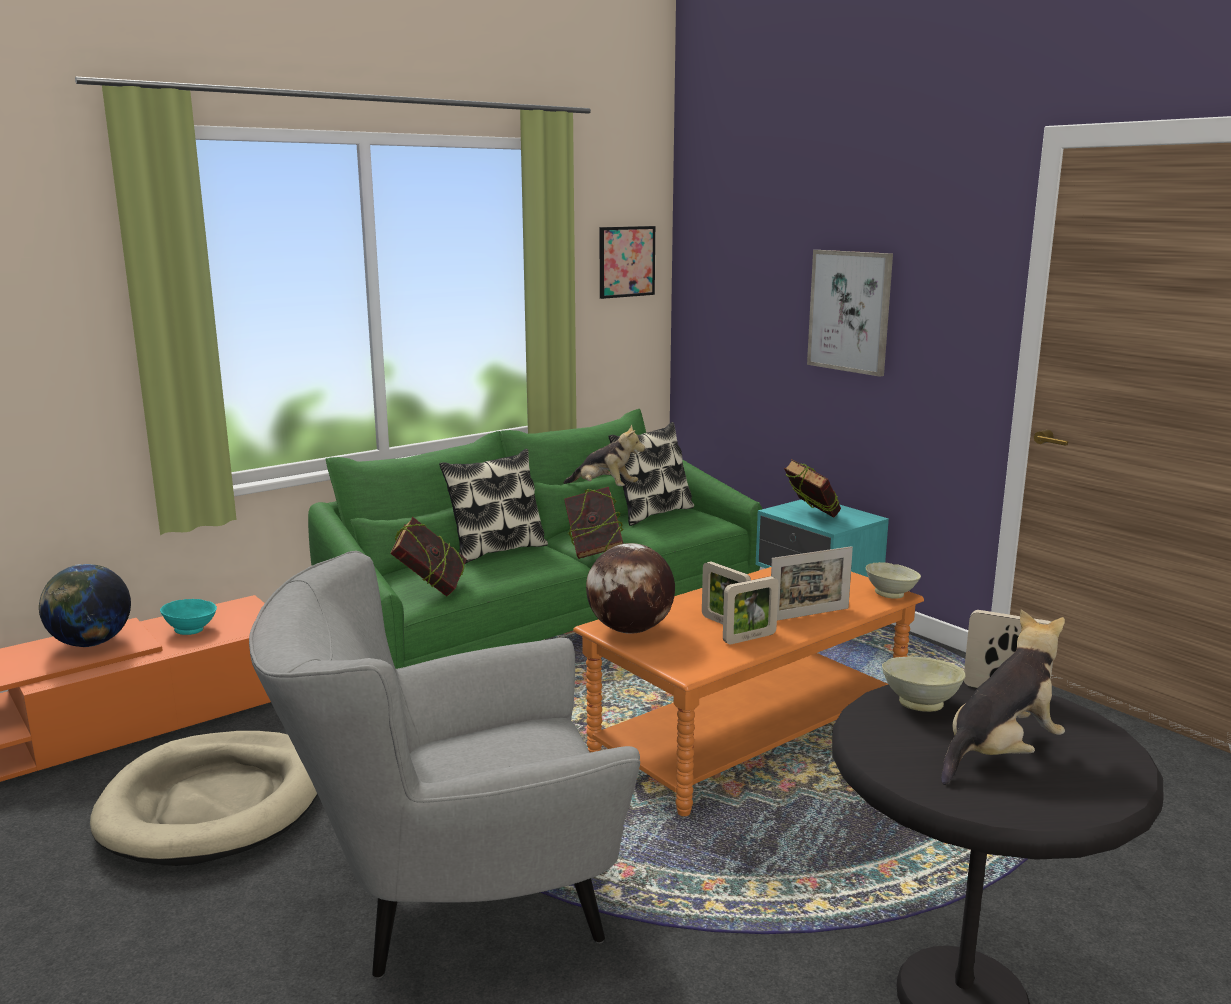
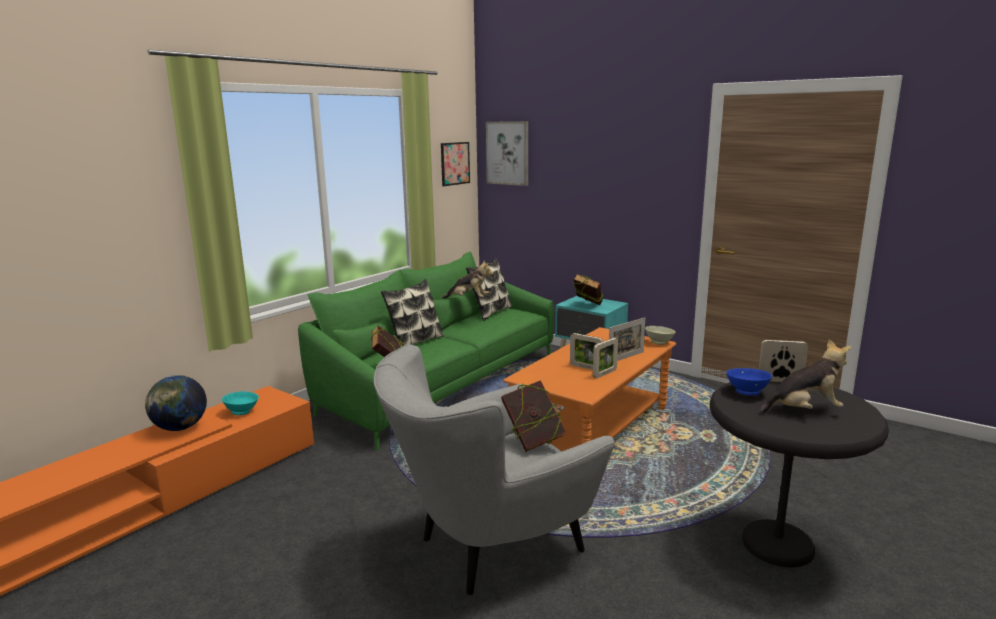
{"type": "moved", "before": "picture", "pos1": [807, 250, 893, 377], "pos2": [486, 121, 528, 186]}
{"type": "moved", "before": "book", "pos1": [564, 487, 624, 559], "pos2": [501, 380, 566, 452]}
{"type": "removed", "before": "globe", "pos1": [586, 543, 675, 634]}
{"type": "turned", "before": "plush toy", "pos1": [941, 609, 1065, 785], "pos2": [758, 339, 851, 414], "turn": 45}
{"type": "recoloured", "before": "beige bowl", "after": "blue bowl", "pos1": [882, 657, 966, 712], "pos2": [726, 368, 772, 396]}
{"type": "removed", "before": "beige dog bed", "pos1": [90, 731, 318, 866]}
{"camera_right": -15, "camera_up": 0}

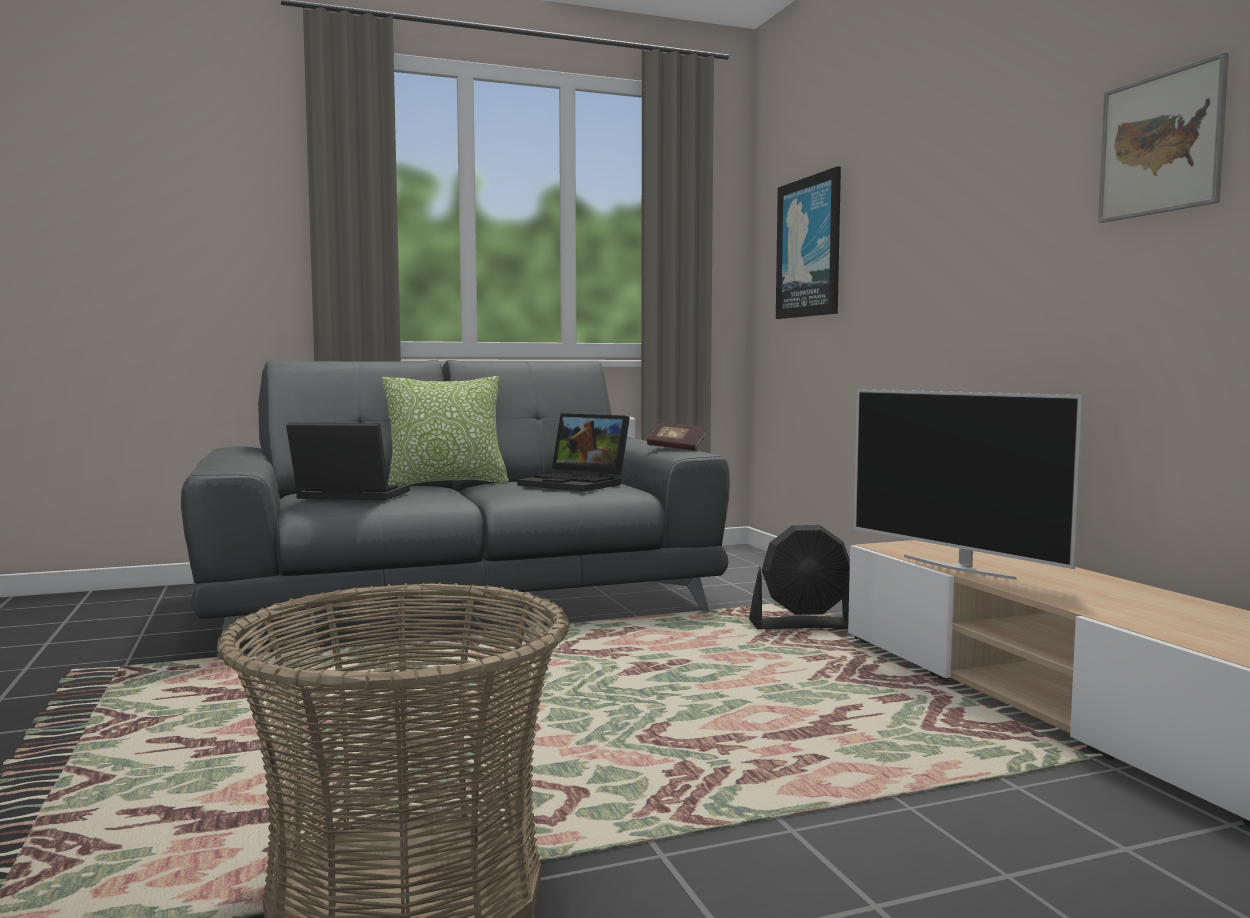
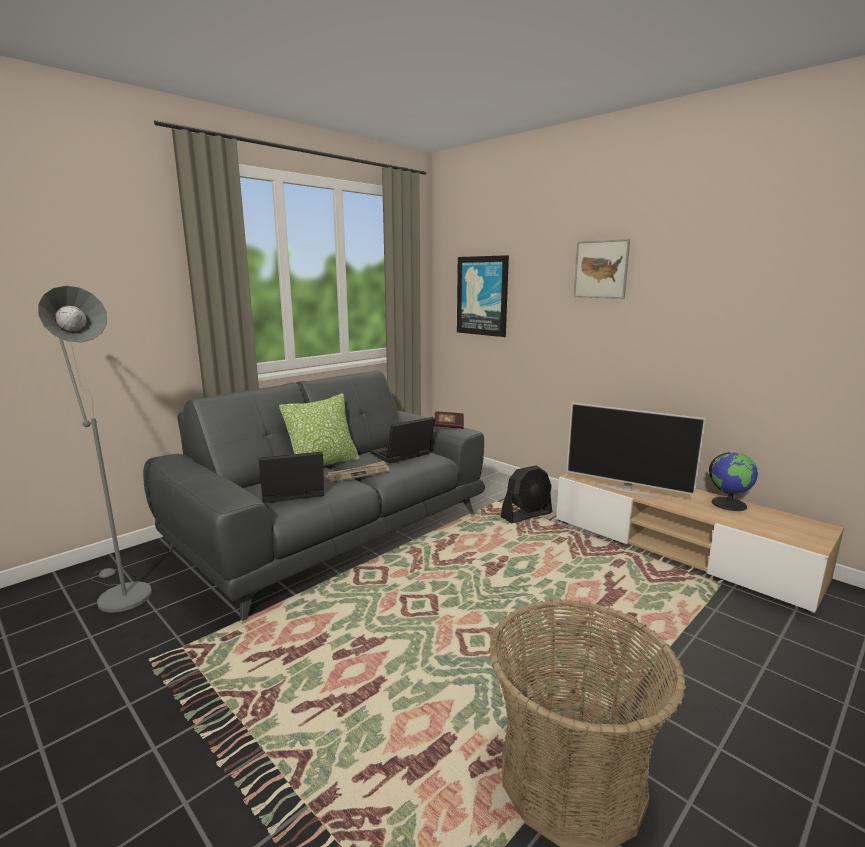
{"type": "moved", "before": "picture", "pos1": [1098, 52, 1229, 223], "pos2": [573, 239, 630, 299]}
{"type": "turned", "before": "laptop", "pos1": [517, 413, 630, 492], "pos2": [371, 417, 435, 463], "turn": 135}
{"type": "added", "after": "grey floor lamp", "pos2": [38, 286, 152, 613]}
{"type": "added", "after": "globe", "pos2": [709, 452, 758, 511]}
{"type": "added", "after": "newspaper", "pos2": [326, 461, 389, 483]}
{"camera_right": -25, "camera_up": 10}

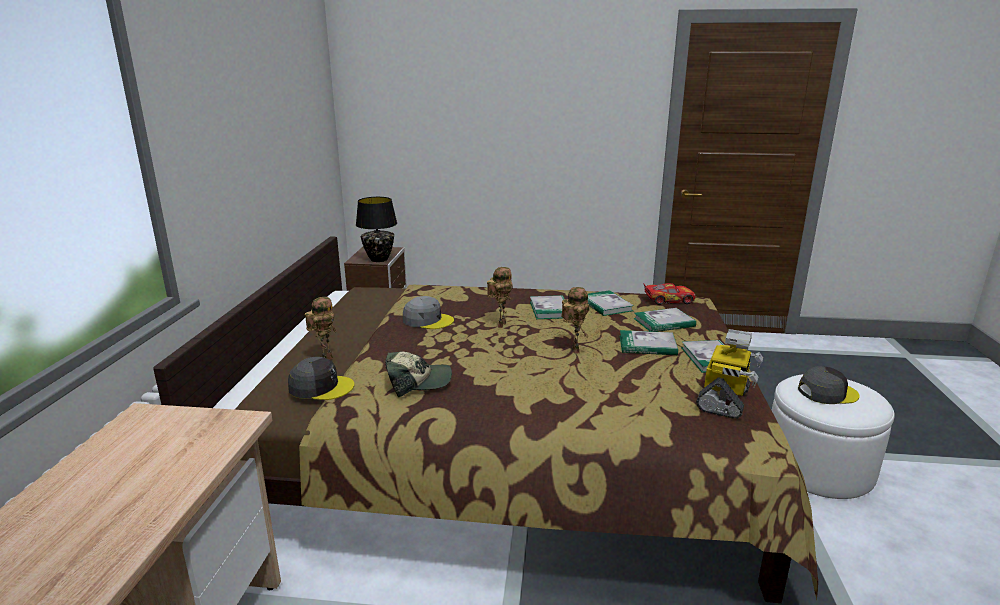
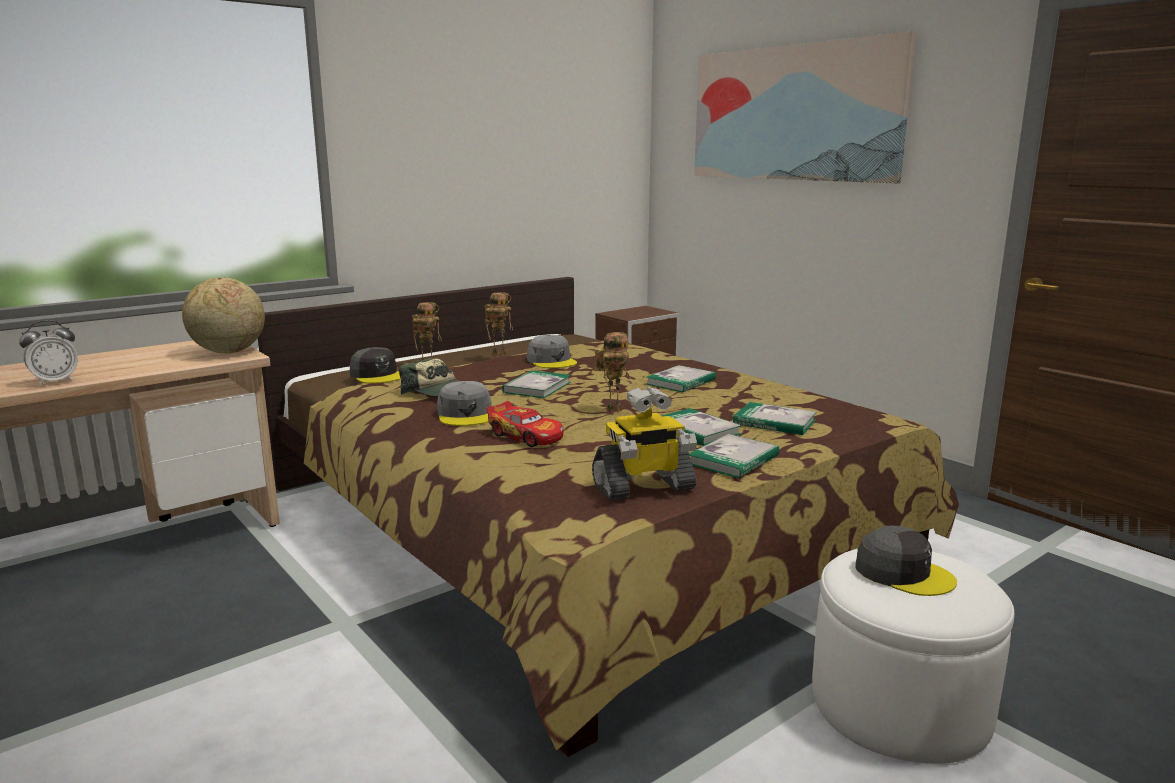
{"type": "removed", "before": "black table lamp", "pos1": [356, 197, 397, 262]}
{"type": "moved", "before": "toy robot", "pos1": [487, 267, 513, 328], "pos2": [485, 292, 513, 357]}
{"type": "moved", "before": "toy car", "pos1": [643, 283, 696, 305], "pos2": [487, 401, 564, 447]}
{"type": "moved", "before": "book", "pos1": [588, 290, 634, 316], "pos2": [502, 371, 571, 398]}
{"type": "added", "after": "picture", "pos2": [694, 31, 916, 184]}
{"type": "added", "after": "globe", "pos2": [182, 277, 265, 353]}
{"type": "added", "after": "alarm clock", "pos2": [19, 320, 78, 386]}
{"type": "added", "after": "grey cap", "pos2": [437, 381, 492, 426]}
{"camera_right": 45, "camera_up": -5}

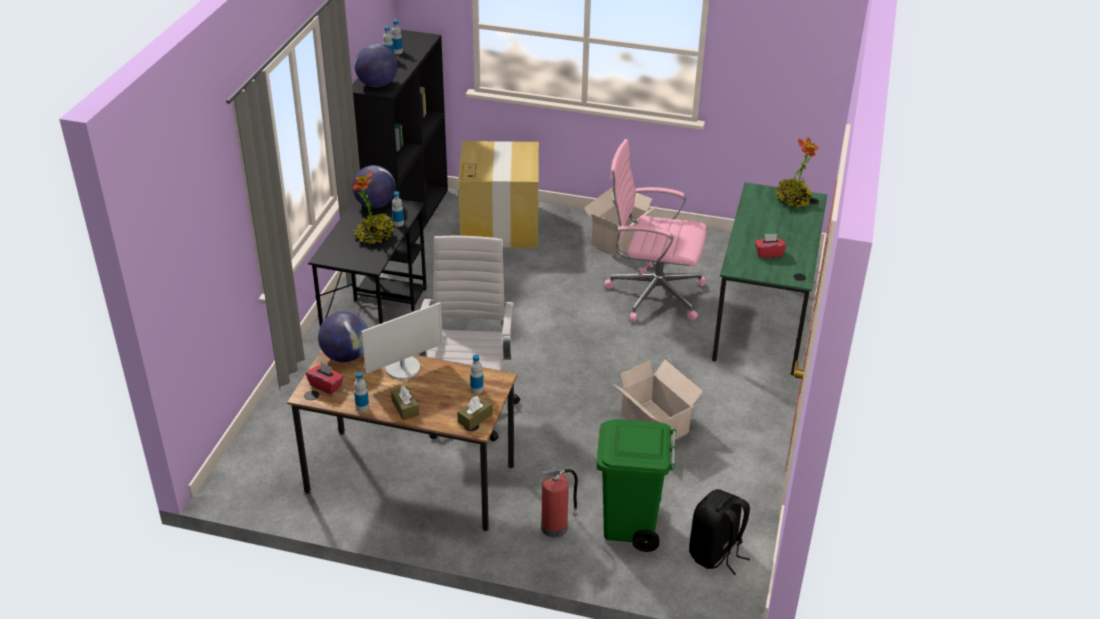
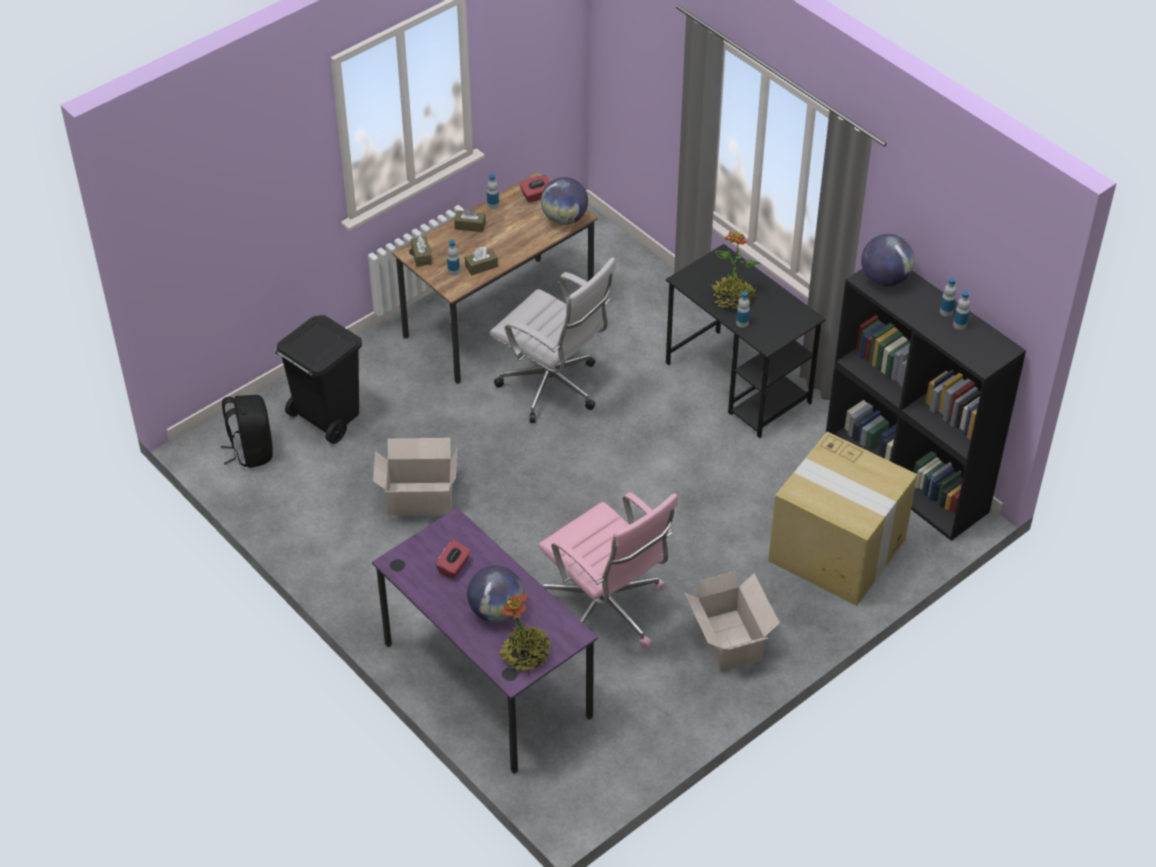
{"type": "turned", "before": "pink office chair", "pos1": [605, 139, 707, 322], "pos2": [538, 492, 678, 649], "turn": 90}
{"type": "moved", "before": "globe", "pos1": [352, 165, 396, 209], "pos2": [467, 565, 524, 622]}
{"type": "recoloured", "before": "green desk", "after": "purple desk", "pos1": [712, 182, 827, 375], "pos2": [372, 508, 598, 774]}
{"type": "removed", "before": "monitor", "pos1": [361, 302, 443, 379]}
{"type": "recoloured", "before": "green trash can", "after": "black trash can", "pos1": [596, 419, 676, 552], "pos2": [275, 315, 362, 444]}
{"type": "removed", "before": "fire extinguisher", "pos1": [540, 467, 578, 538]}
{"type": "added", "after": "brown tissue box", "pos2": [465, 247, 498, 275]}
{"camera_right": 125, "camera_up": 10}

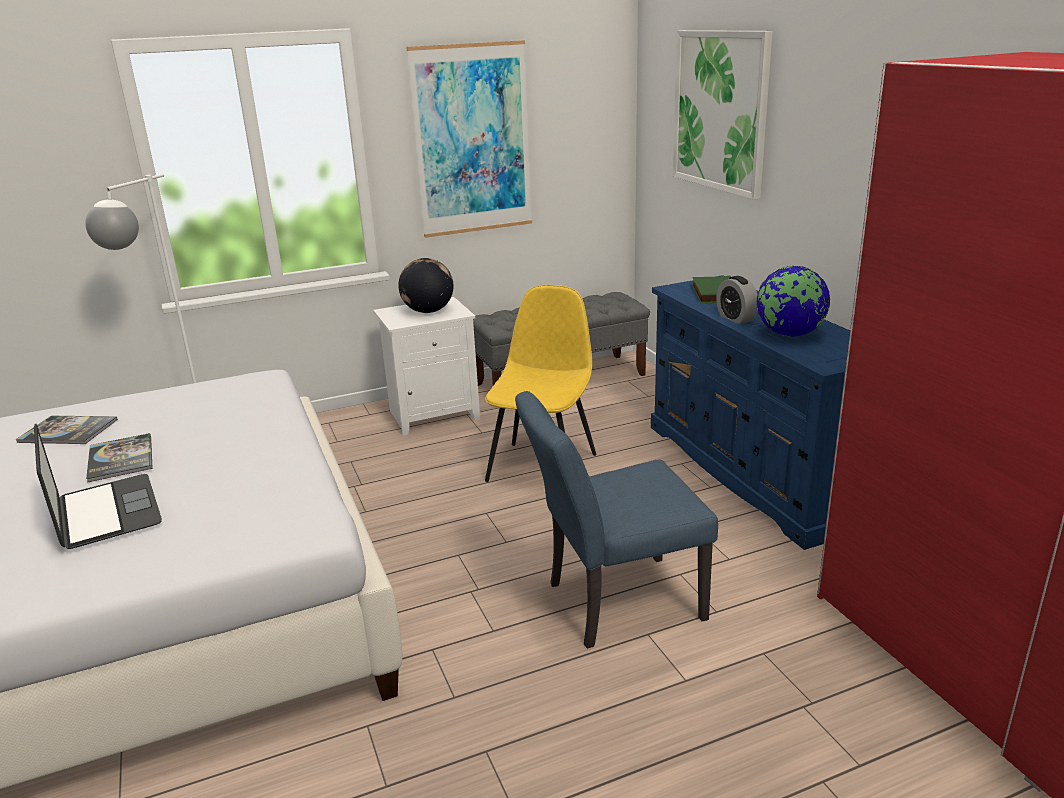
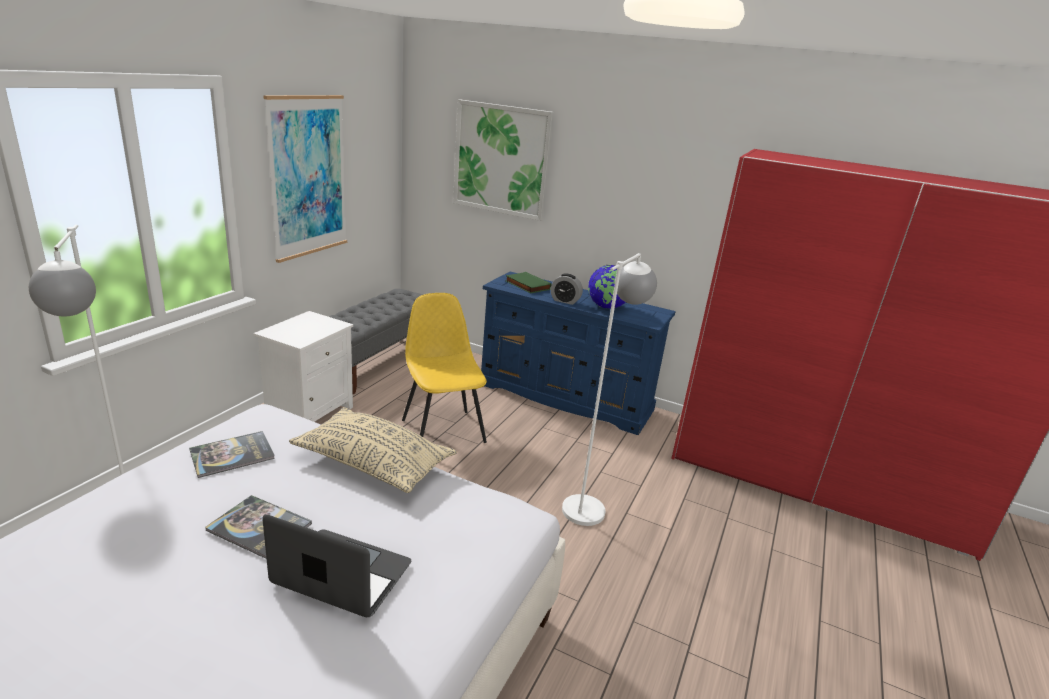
{"type": "removed", "before": "globe", "pos1": [398, 258, 454, 313]}
{"type": "replaced", "before": "blue chair", "after": "white floor lamp", "pos1": [515, 391, 718, 649], "pos2": [562, 253, 657, 526]}
{"type": "moved", "before": "book", "pos1": [16, 416, 118, 444], "pos2": [189, 431, 275, 478]}
{"type": "added", "after": "beige pillow", "pos2": [289, 407, 457, 493]}
{"camera_right": -45, "camera_up": 0}

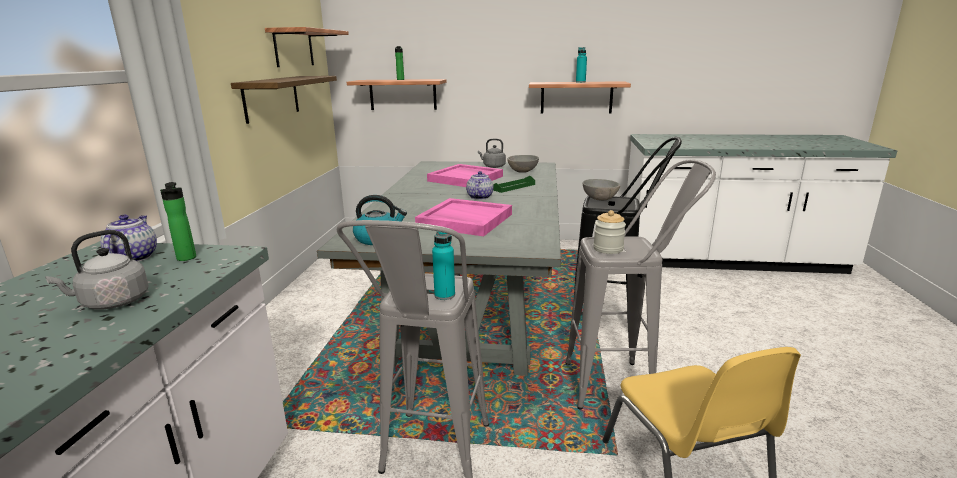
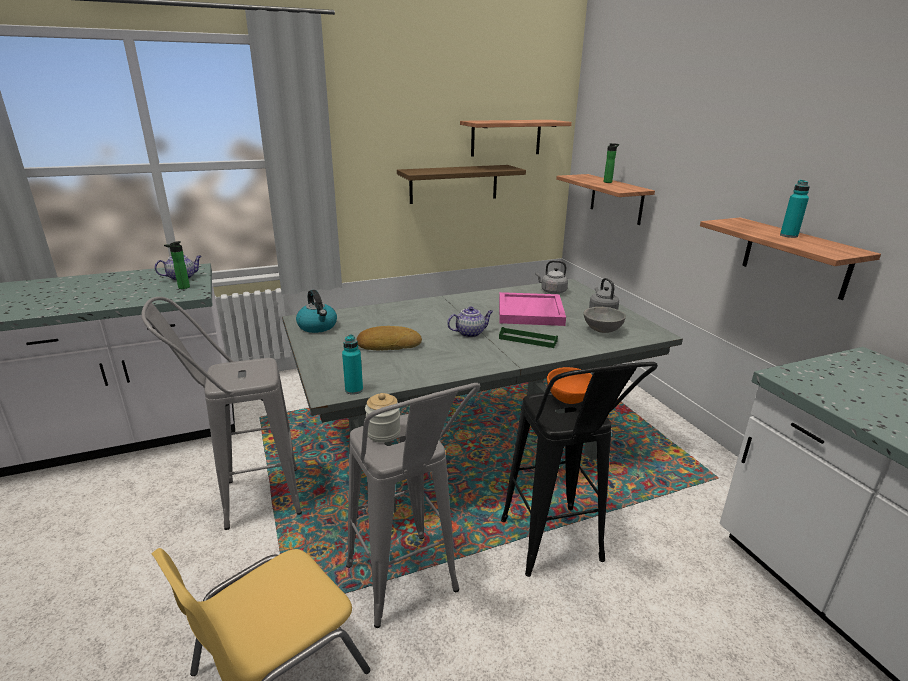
{"type": "recoloured", "before": "grey bowl", "after": "orange bowl", "pos1": [582, 179, 620, 201], "pos2": [547, 367, 592, 404]}
{"type": "replaced", "before": "pink tray", "after": "bread", "pos1": [415, 198, 512, 236], "pos2": [356, 326, 422, 350]}
{"type": "moved", "before": "grey kettle", "pos1": [45, 230, 149, 310], "pos2": [536, 260, 568, 294]}
{"type": "moved", "before": "turquoise bottle", "pos1": [432, 231, 455, 300], "pos2": [342, 335, 363, 395]}
{"camera_right": 60, "camera_up": 5}

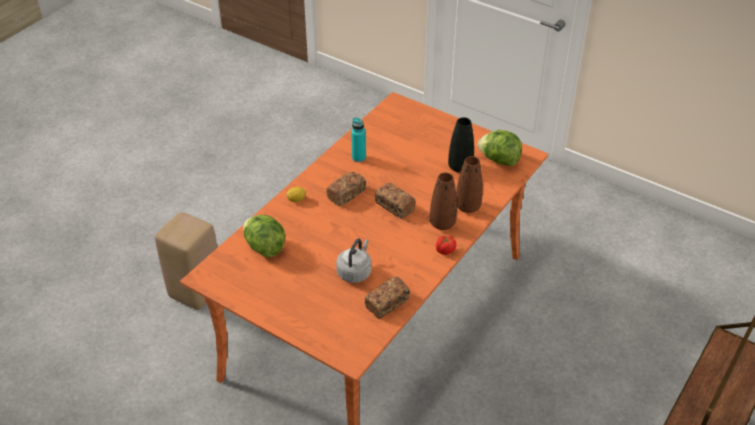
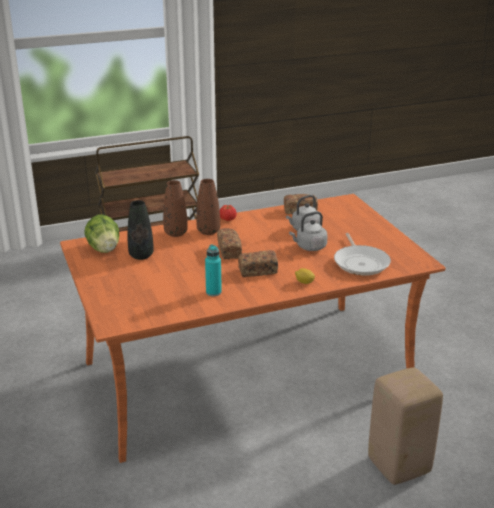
{"type": "replaced", "before": "lettuce", "after": "frying pan", "pos1": [243, 215, 285, 257], "pos2": [334, 233, 391, 276]}
{"type": "added", "after": "grey kettle", "pos2": [289, 211, 328, 251]}
{"camera_right": -145, "camera_up": -15}

